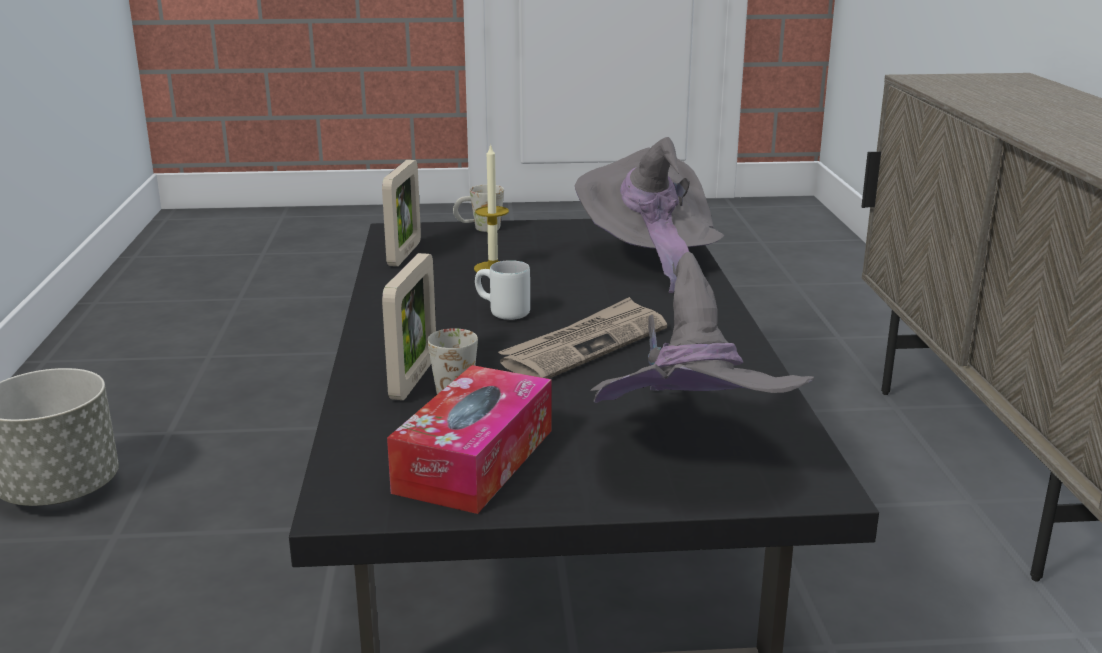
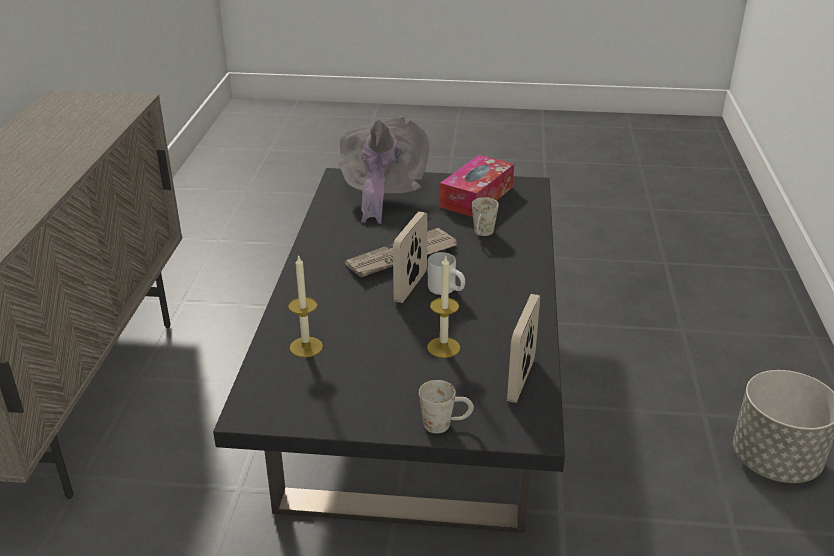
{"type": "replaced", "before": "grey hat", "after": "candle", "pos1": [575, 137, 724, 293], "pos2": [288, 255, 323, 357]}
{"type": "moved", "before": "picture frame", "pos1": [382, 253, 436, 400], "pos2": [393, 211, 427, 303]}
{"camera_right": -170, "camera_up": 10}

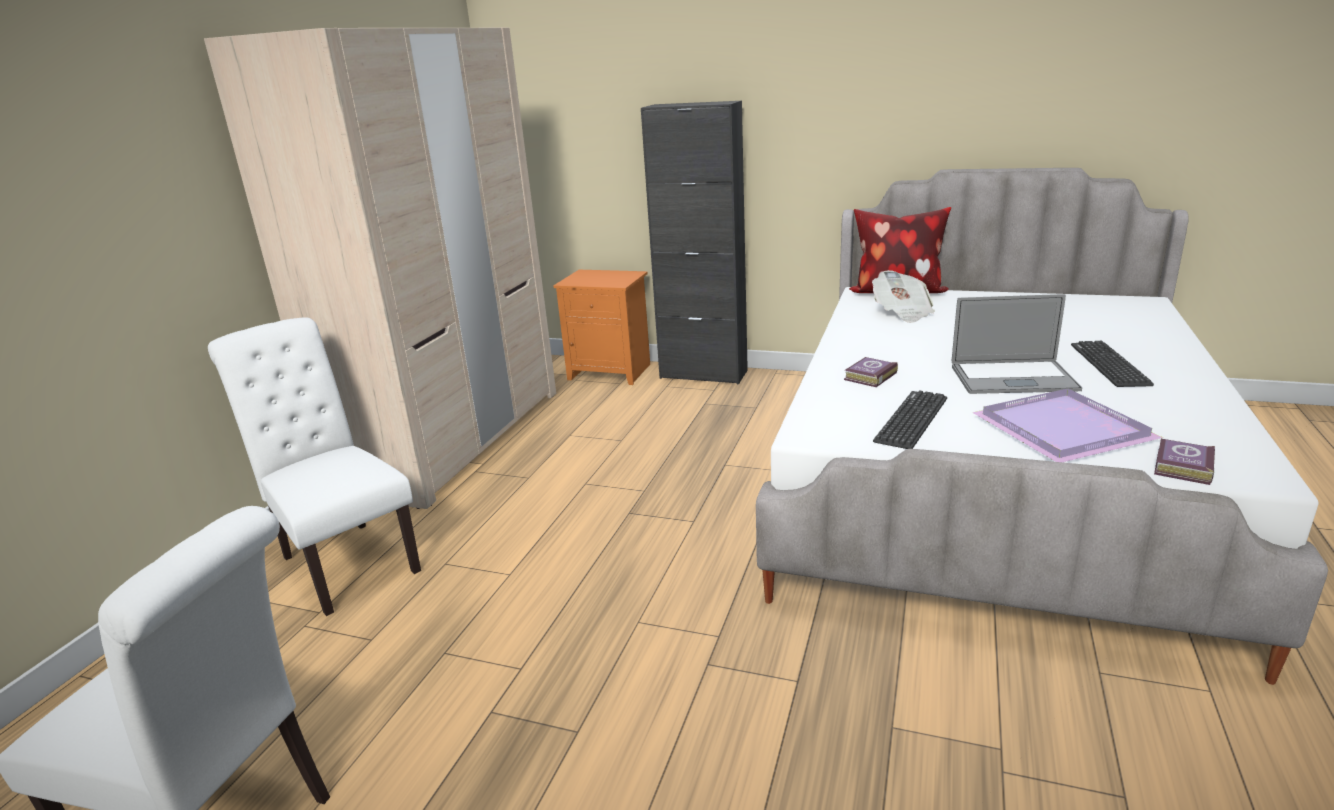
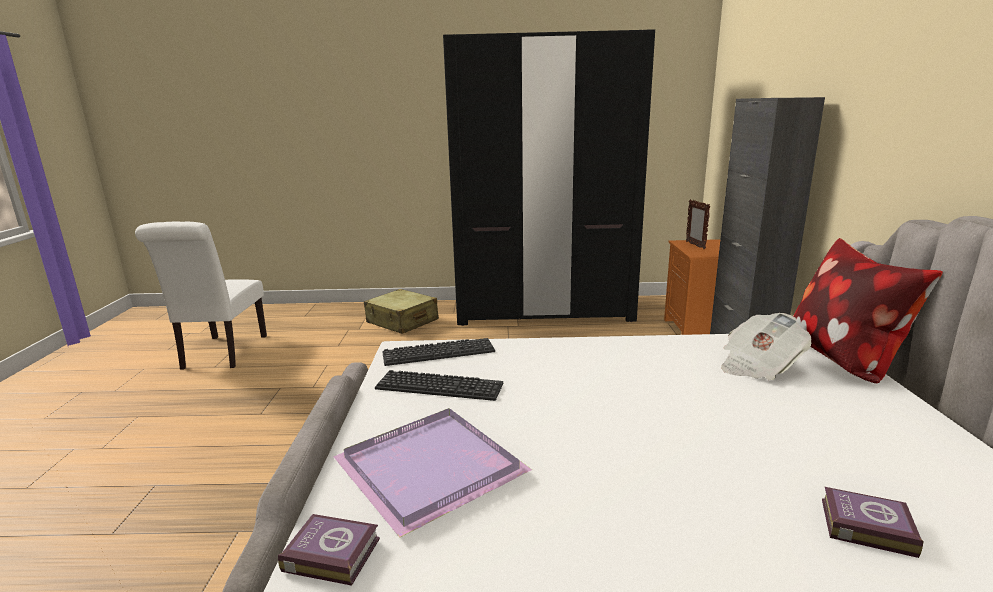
{"type": "recoloured", "before": "beige wardrobe", "after": "black wardrobe", "pos1": [204, 28, 556, 509], "pos2": [443, 29, 655, 326]}
{"type": "removed", "before": "laptop", "pos1": [952, 294, 1082, 394]}
{"type": "replaced", "before": "white chair", "after": "beige suitcase", "pos1": [208, 317, 421, 616], "pos2": [364, 289, 439, 334]}
{"type": "moved", "before": "keyboard", "pos1": [1071, 341, 1154, 387], "pos2": [382, 338, 495, 366]}
{"type": "moved", "before": "book", "pos1": [844, 357, 898, 387], "pos2": [822, 487, 924, 558]}
{"type": "added", "after": "picture frame", "pos2": [686, 199, 710, 249]}
{"camera_right": 70, "camera_up": -5}

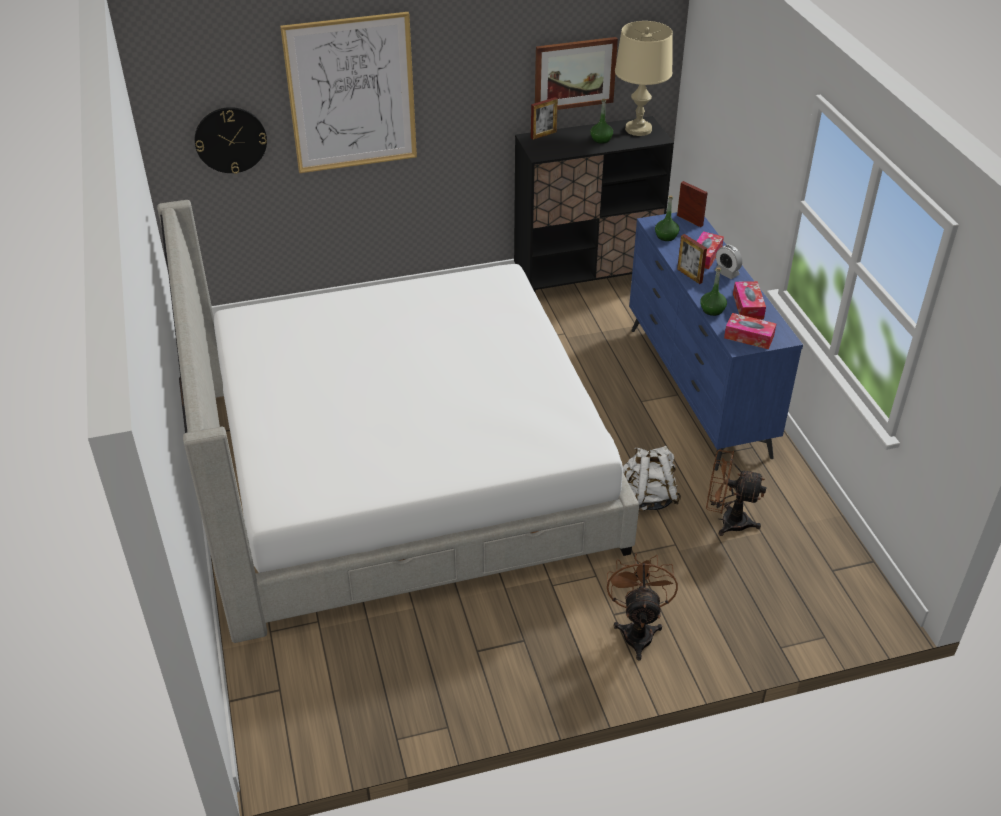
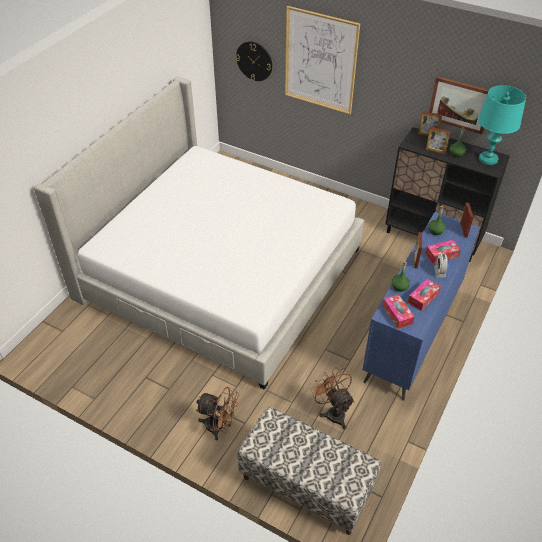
{"type": "recoloured", "before": "beige table lamp", "after": "turquoise table lamp", "pos1": [615, 21, 673, 136], "pos2": [478, 85, 526, 165]}
{"type": "removed", "before": "white backpack", "pos1": [623, 446, 682, 512]}
{"type": "turned", "before": "brown fan", "pos1": [607, 553, 678, 661], "pos2": [196, 387, 239, 440], "turn": 60}
{"type": "added", "after": "picture frame", "pos2": [426, 127, 451, 154]}
{"type": "added", "after": "bench", "pos2": [237, 407, 381, 535]}
{"camera_right": 45, "camera_up": 5}

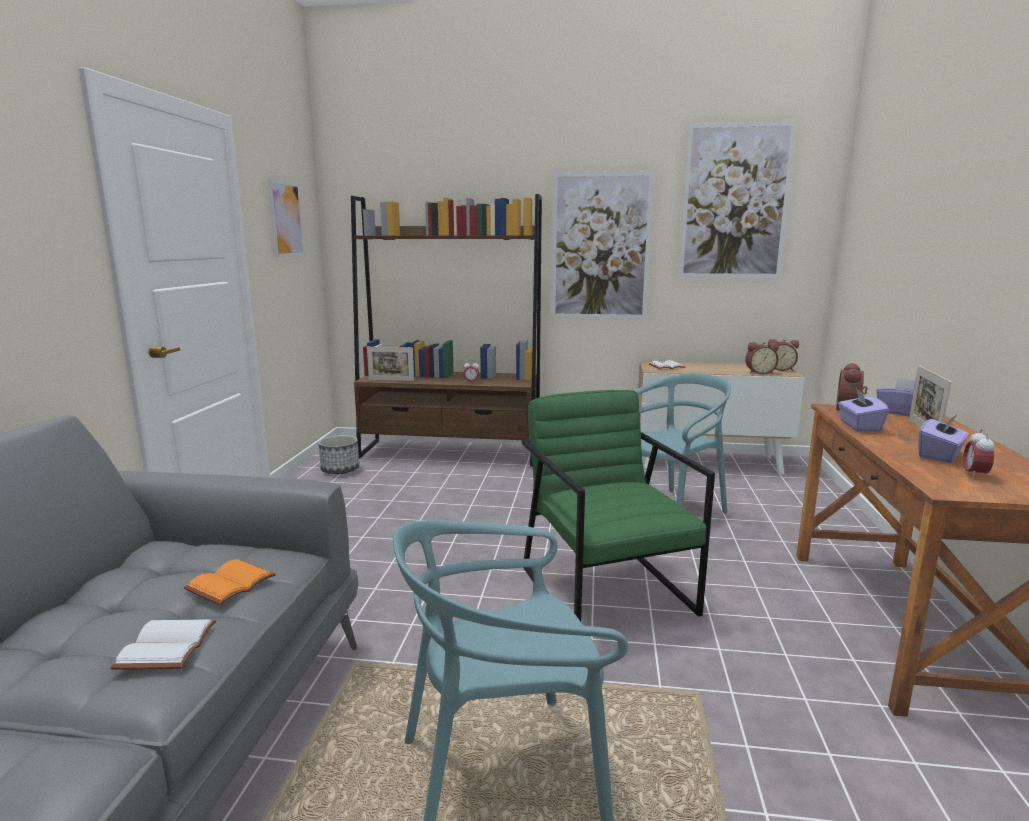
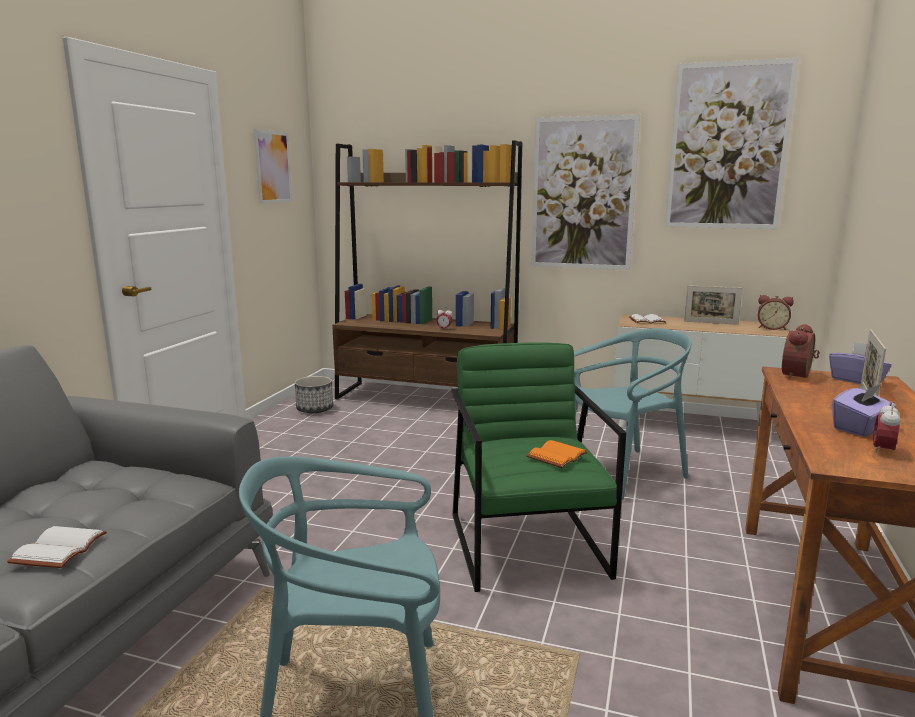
{"type": "removed", "before": "alarm clock", "pos1": [745, 342, 779, 374]}
{"type": "moved", "before": "picture frame", "pos1": [367, 347, 414, 381], "pos2": [684, 285, 742, 325]}
{"type": "removed", "before": "purple tissue box", "pos1": [838, 388, 889, 432]}
{"type": "moved", "before": "orange book", "pos1": [184, 559, 276, 605], "pos2": [526, 440, 588, 468]}
{"camera_right": 10, "camera_up": 0}

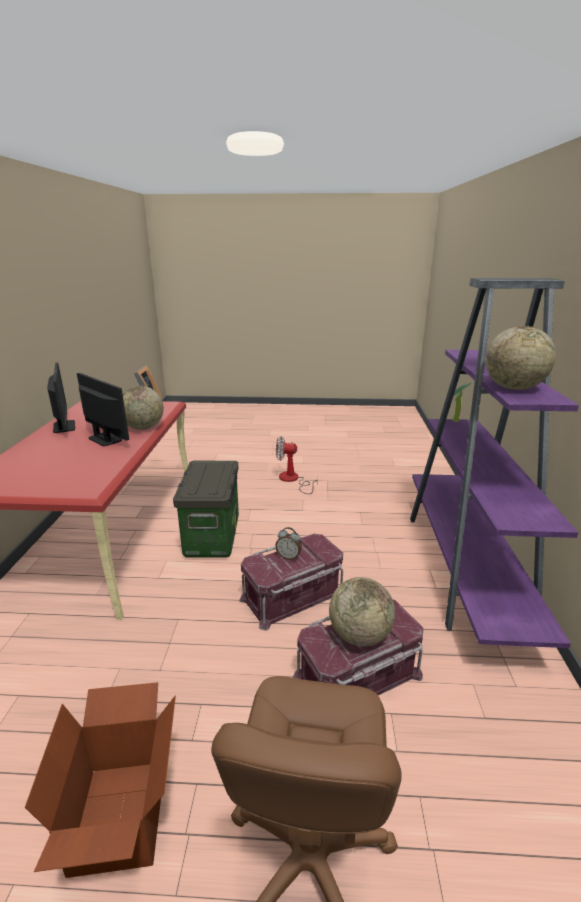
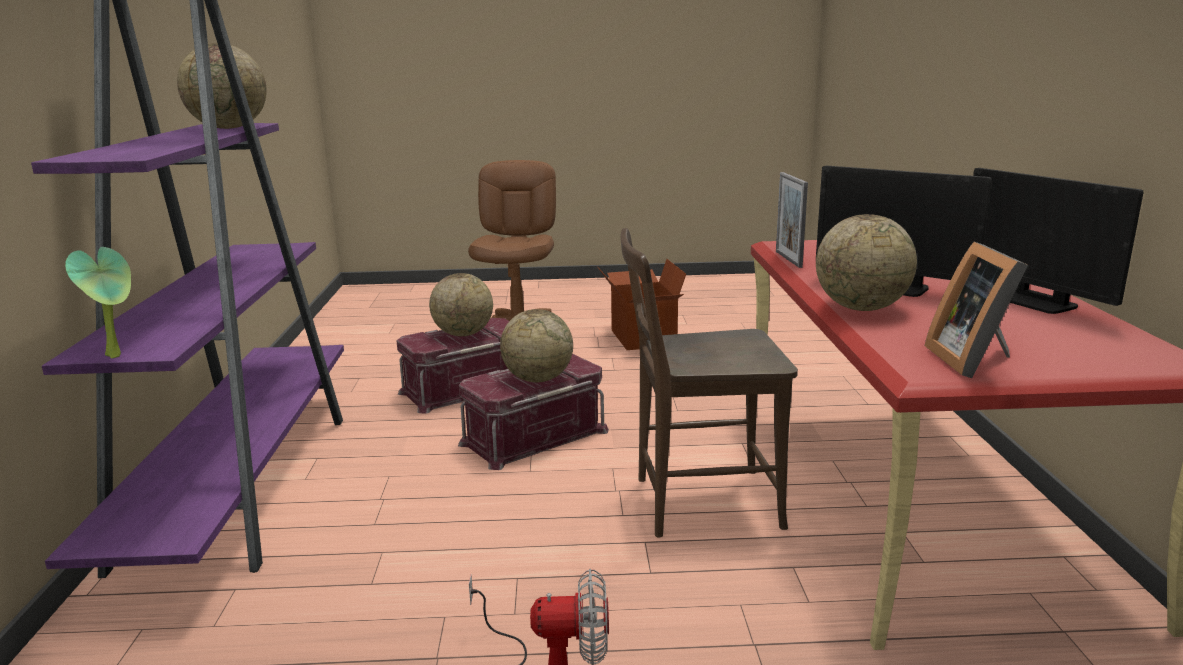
{"type": "replaced", "before": "storage box", "after": "brown chair", "pos1": [173, 461, 239, 558], "pos2": [620, 228, 798, 538]}
{"type": "replaced", "before": "alarm clock", "after": "globe", "pos1": [275, 527, 302, 560], "pos2": [500, 309, 573, 382]}
{"type": "added", "after": "picture frame", "pos2": [776, 172, 808, 268]}
{"camera_right": 175, "camera_up": -5}

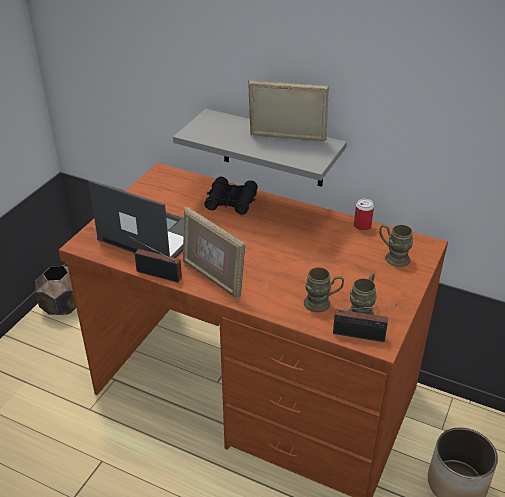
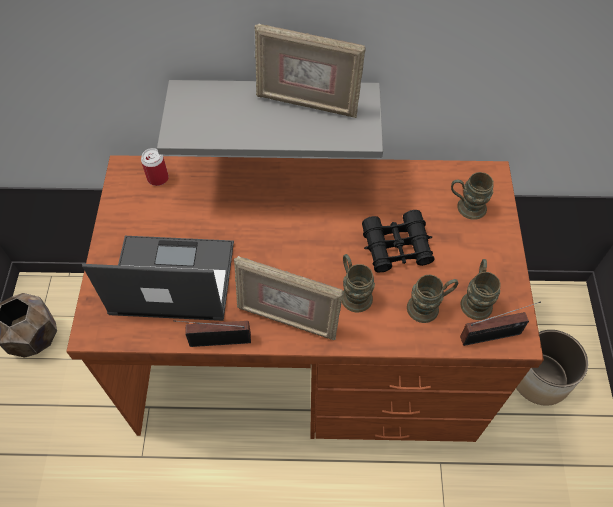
{"type": "turned", "before": "picture frame", "pos1": [248, 80, 329, 141], "pos2": [255, 23, 366, 118], "turn": -150}
{"type": "moved", "before": "black binoculars", "pos1": [205, 177, 258, 215], "pos2": [362, 210, 435, 272]}
{"type": "moved", "before": "can", "pos1": [354, 199, 374, 231], "pos2": [141, 148, 169, 186]}
{"type": "added", "after": "brown mug", "pos2": [342, 254, 375, 313]}
{"camera_right": -25, "camera_up": 20}

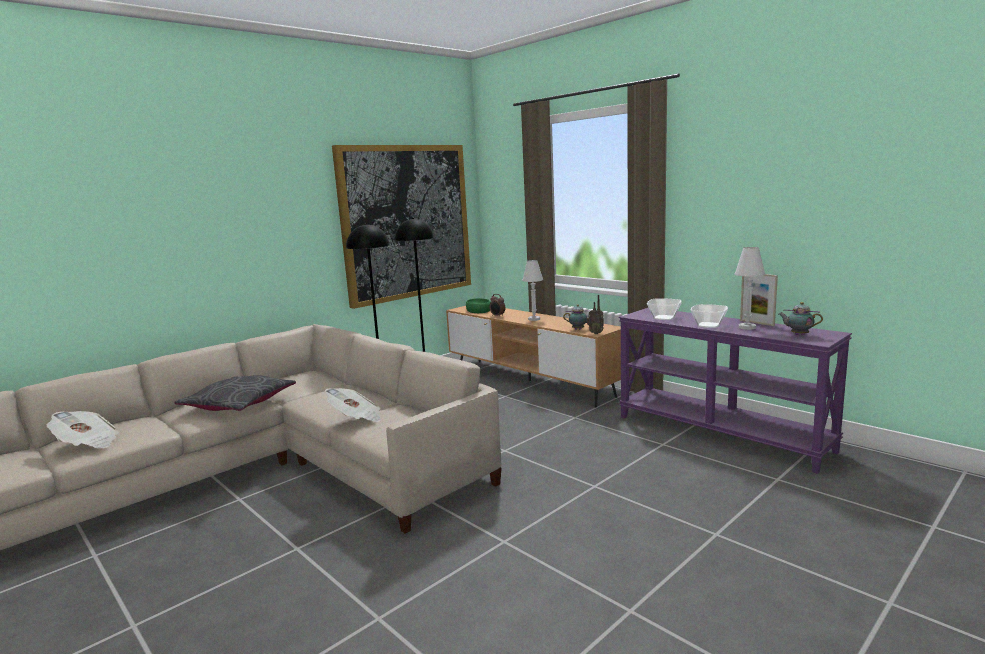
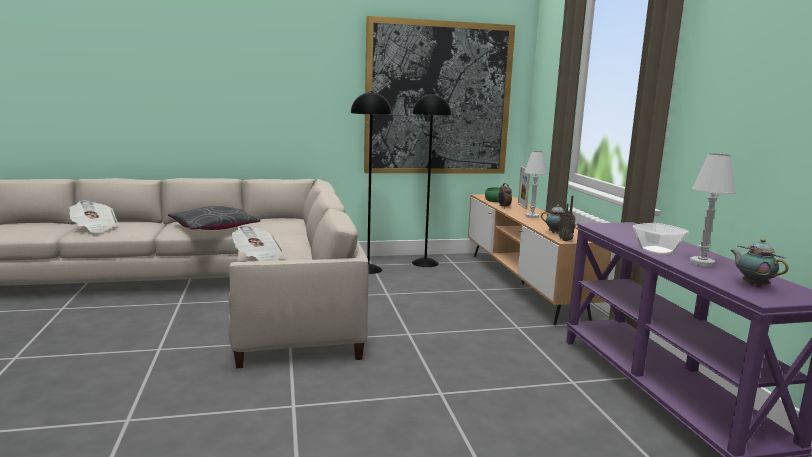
{"type": "moved", "before": "picture frame", "pos1": [740, 274, 778, 326], "pos2": [518, 167, 530, 209]}
{"type": "removed", "before": "bowl", "pos1": [647, 298, 682, 320]}
{"camera_right": 30, "camera_up": 0}

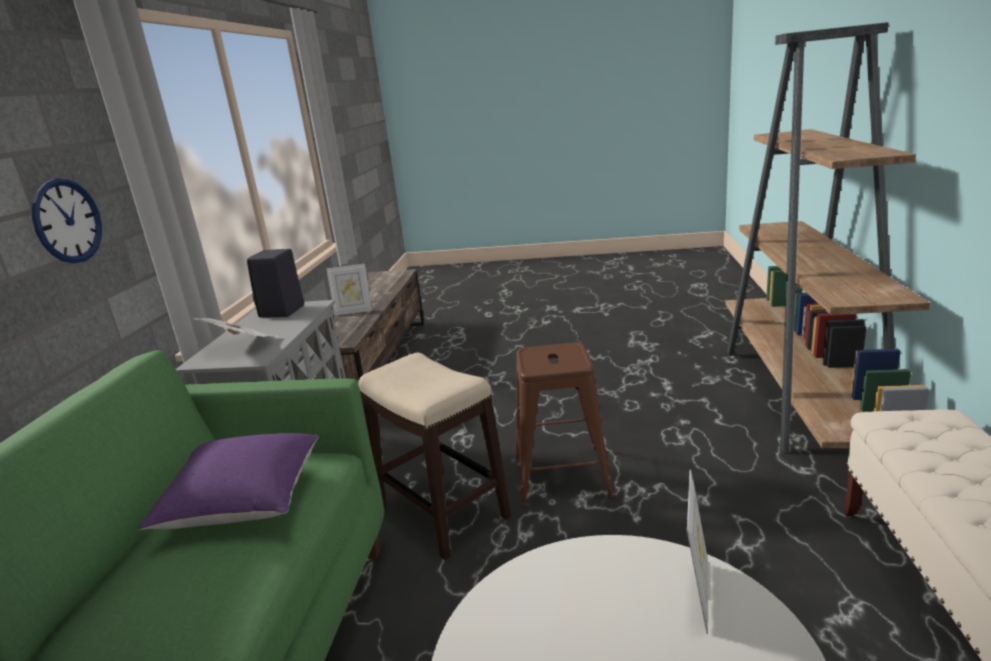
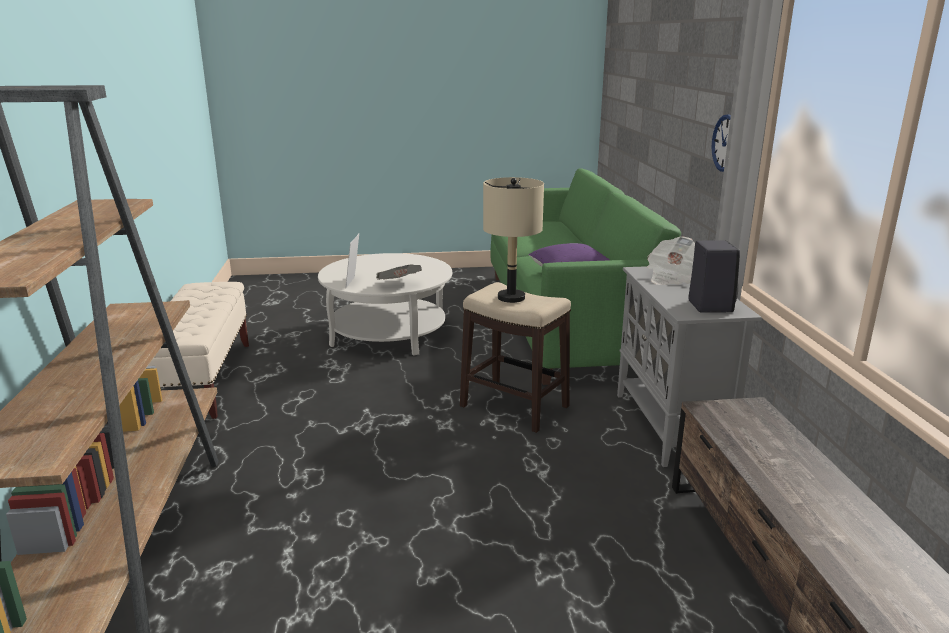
{"type": "removed", "before": "picture frame", "pos1": [326, 264, 372, 316]}
{"type": "removed", "before": "brown stool", "pos1": [515, 342, 614, 507]}
{"type": "added", "after": "beige table lamp", "pos2": [483, 177, 544, 303]}
{"type": "added", "after": "newspaper", "pos2": [376, 265, 422, 280]}
{"camera_right": 165, "camera_up": 0}

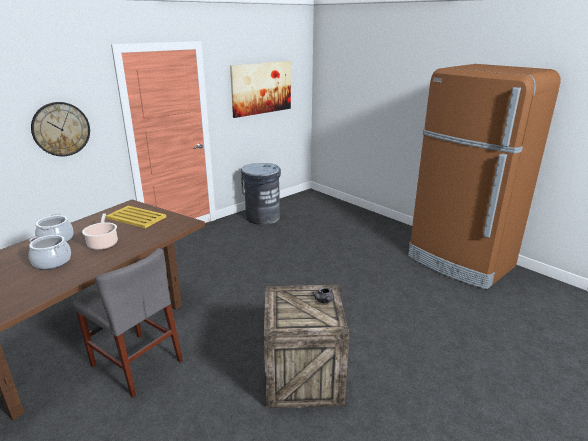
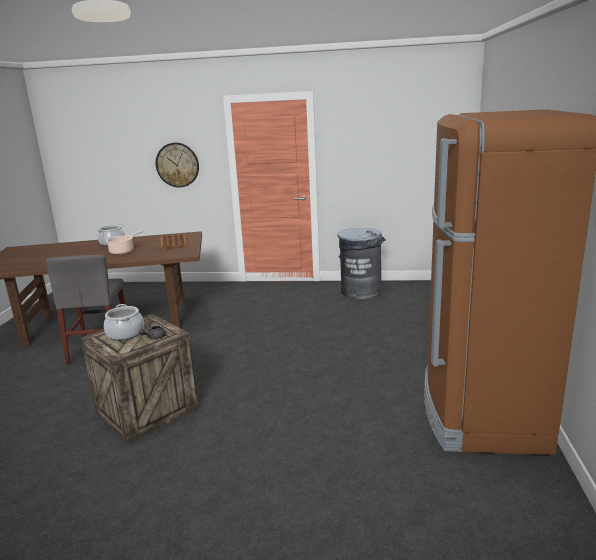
{"type": "removed", "before": "picture", "pos1": [230, 61, 291, 118]}
{"type": "recoloured", "before": "yellow tray", "after": "brown tray", "pos1": [106, 206, 166, 228], "pos2": [160, 234, 188, 250]}
{"type": "moved", "before": "cooking pot", "pos1": [29, 235, 71, 270], "pos2": [104, 304, 144, 340]}
{"camera_right": 50, "camera_up": -5}

